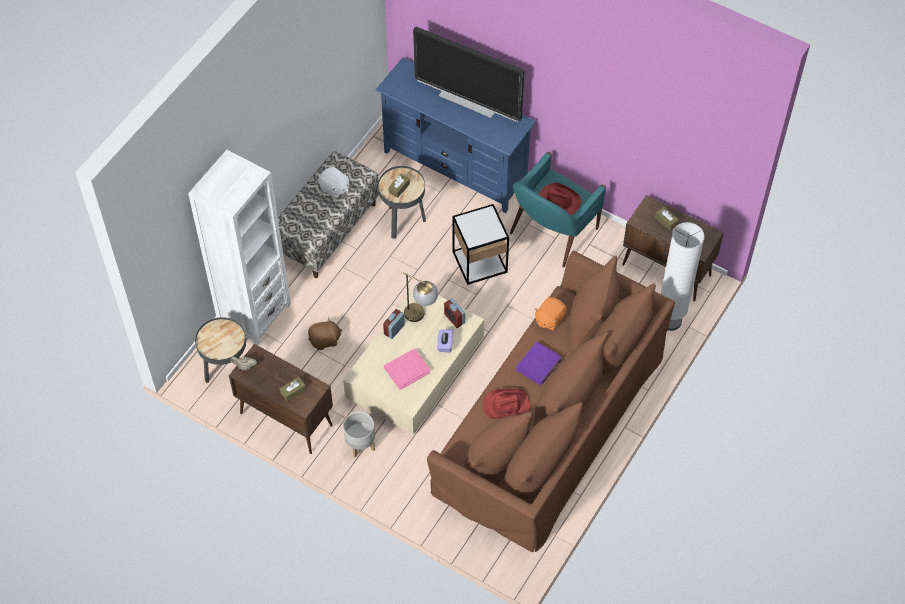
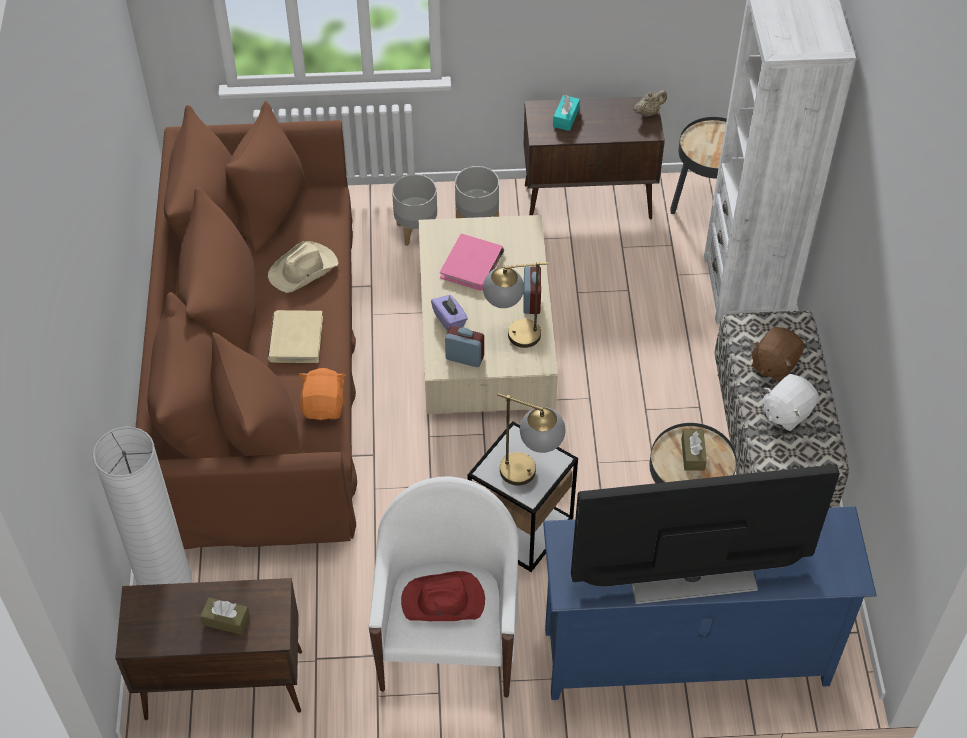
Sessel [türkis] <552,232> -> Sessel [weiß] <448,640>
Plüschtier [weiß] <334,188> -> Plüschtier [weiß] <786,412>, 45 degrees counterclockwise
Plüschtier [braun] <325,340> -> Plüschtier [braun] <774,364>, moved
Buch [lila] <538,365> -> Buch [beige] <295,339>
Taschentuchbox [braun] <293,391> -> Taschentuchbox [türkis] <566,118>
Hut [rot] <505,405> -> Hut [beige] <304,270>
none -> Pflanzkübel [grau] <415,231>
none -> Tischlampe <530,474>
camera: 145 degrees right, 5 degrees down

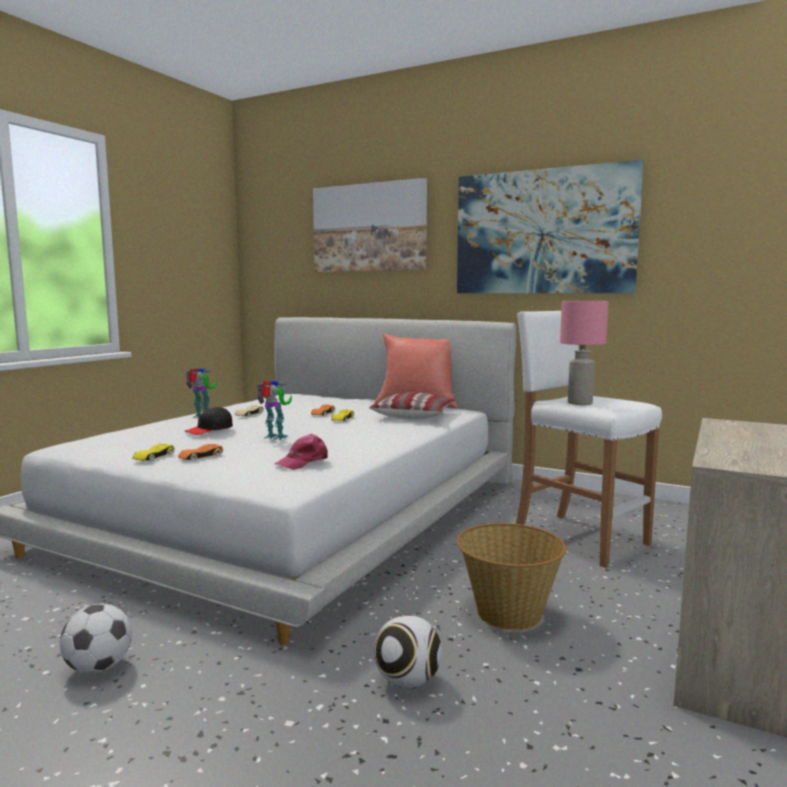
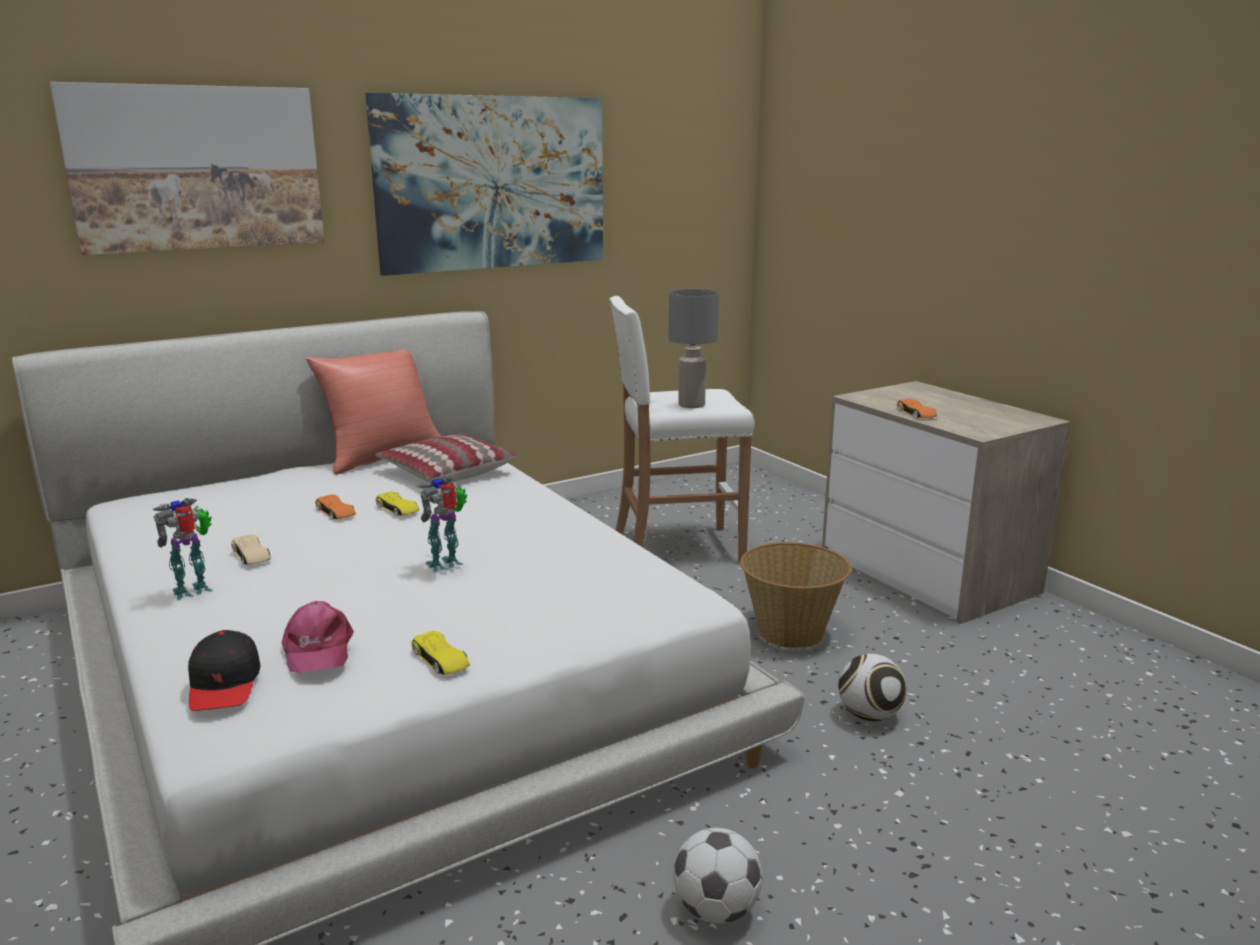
Tischlampe [rosa] <579,403> -> Tischlampe [grau] <691,405>
Kappe [schwarz] <209,430> -> Kappe [schwarz] <224,684>, moved
Kappe [rosa] <303,462> -> Kappe [rosa] <317,649>, moved
Spielzeugauto [orange] <200,456> -> Spielzeugauto [orange] <916,413>, moved
camera: 60 degrees left, 10 degrees up

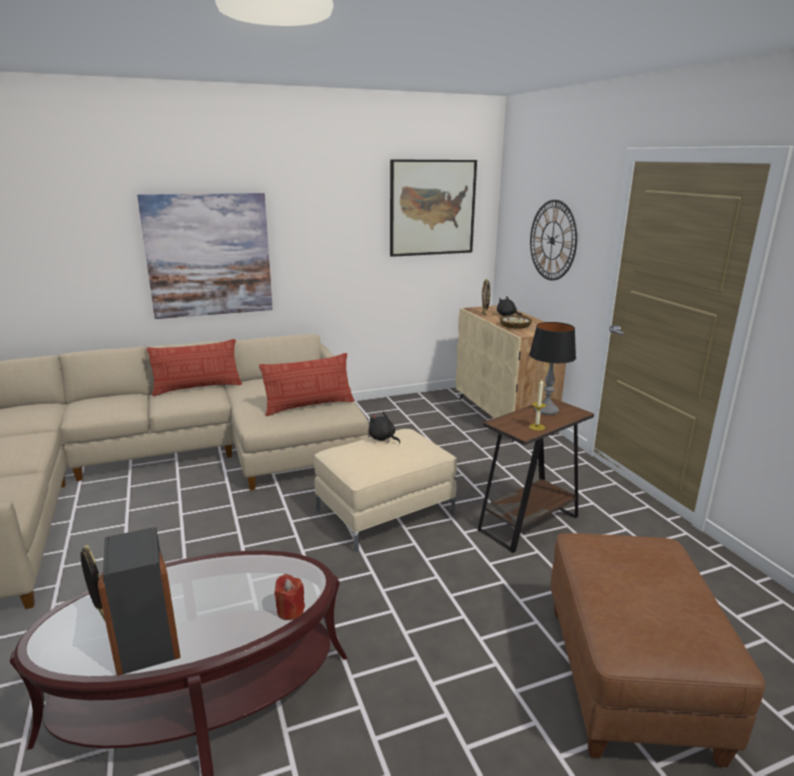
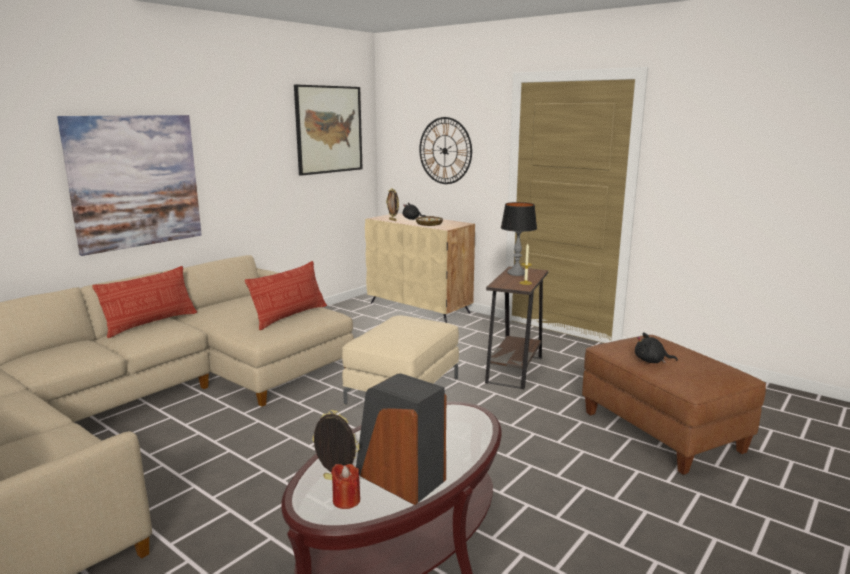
Plüschtier [schwarz] <383,438> -> Plüschtier [schwarz] <651,361>, moved
Kerze [rot] <290,610> -> Kerze [rot] <346,500>, moved
camera: 30 degrees left, 5 degrees down

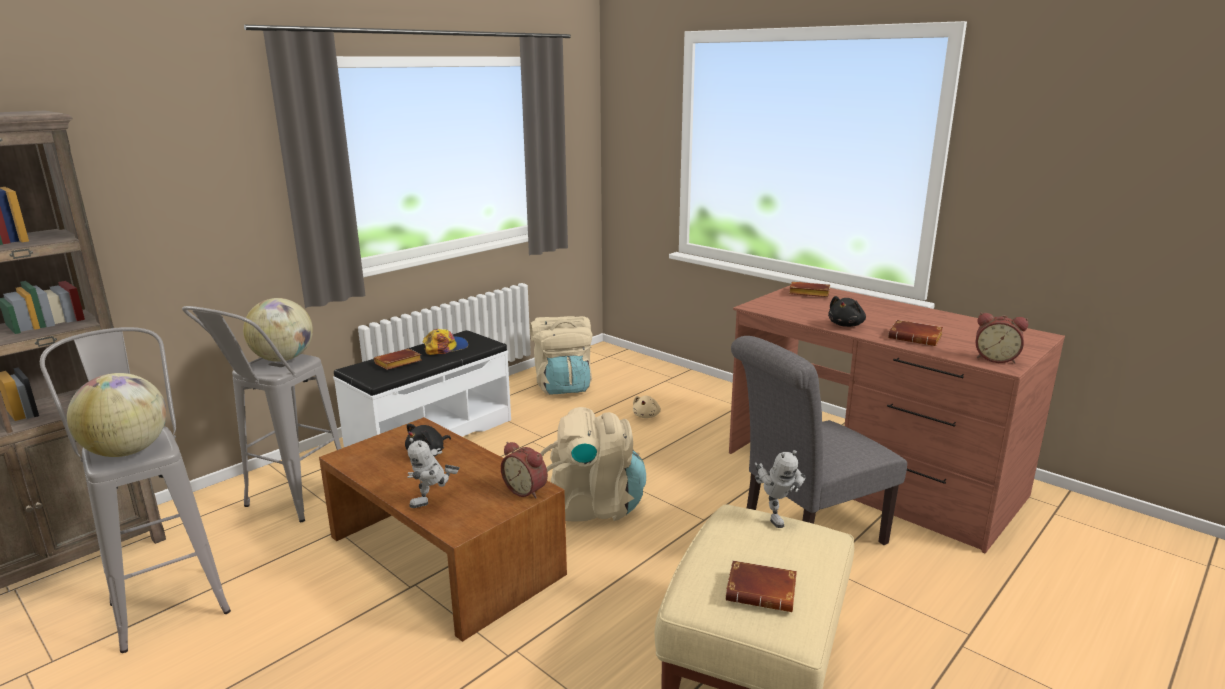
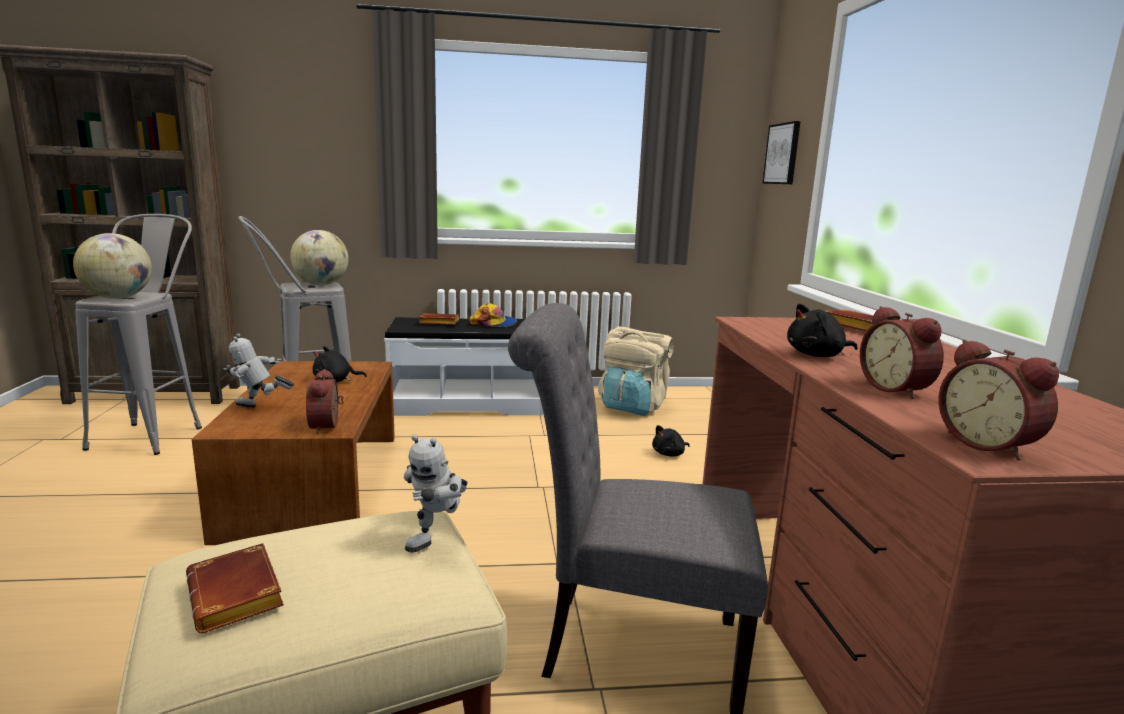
Buch [braun] <916,338> -> Wecker <897,389>
Plüschtier [beige] <646,416> -> Plüschtier [schwarz] <669,454>
Rucksack [beige] <592,507> -> none
none -> Bild <782,154>
camera: 40 degrees right, 5 degrees down

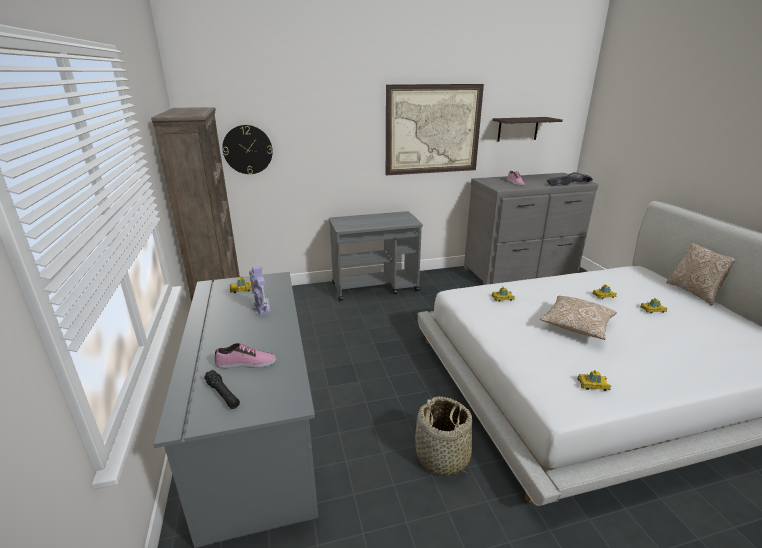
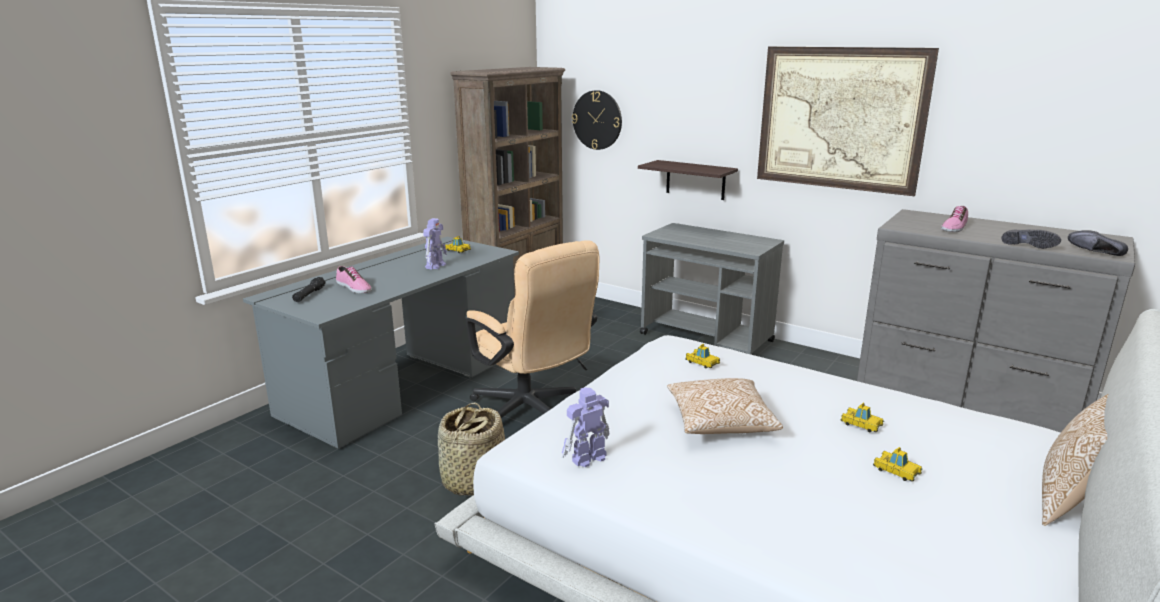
Wandregal <518,129> -> Wandregal <695,180>, moved
Spielzeugauto <593,385> -> Spielzeugroboter <587,458>
none -> Bürostuhl [beige] <532,412>
camera: 50 degrees right, 5 degrees down

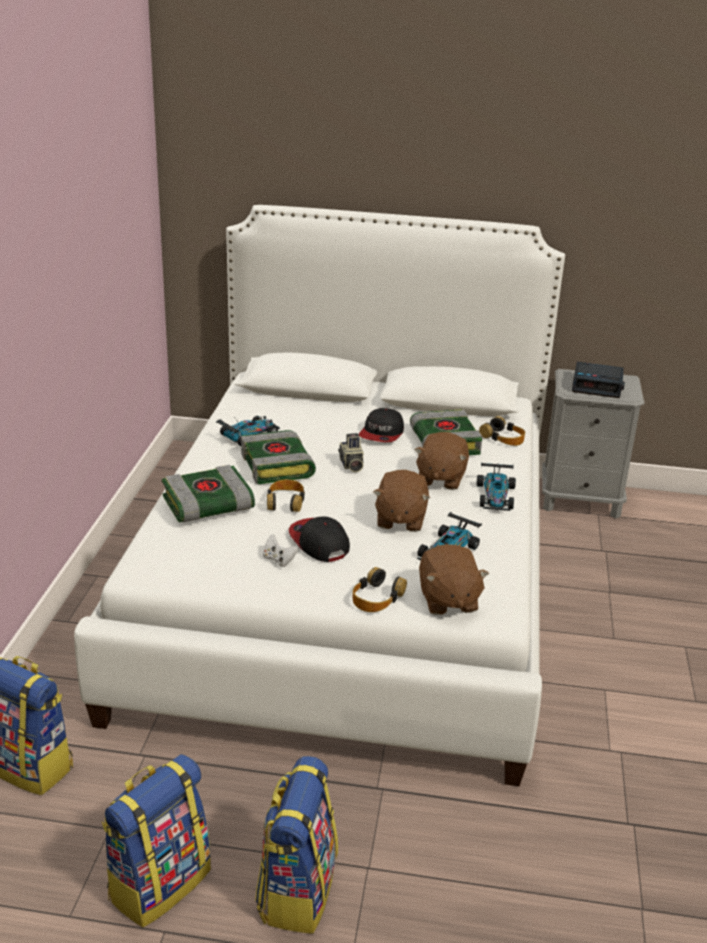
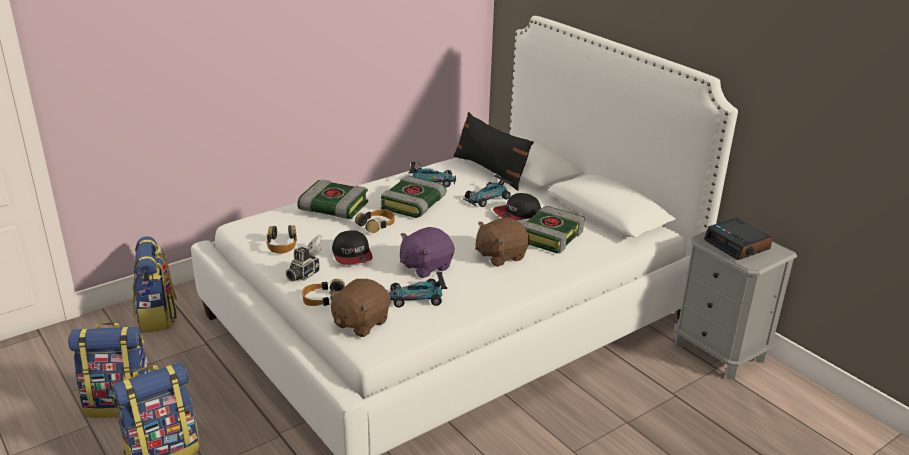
Kopfhörer <503,438> -> Kopfhörer <282,244>, moved
Kamera <351,465> -> Kamera <302,275>, moved
Spielzeugauto <496,496> -> Spielzeugauto <487,198>, moved
Plüschtier [braun] <400,519> -> Plüschtier [lila] <425,266>
Kappe <319,542> -> Kappe <352,255>, 150 degrees clockwise
none -> Kissen [schwarz] <491,170>
camera: 45 degrees right, 0 degrees up

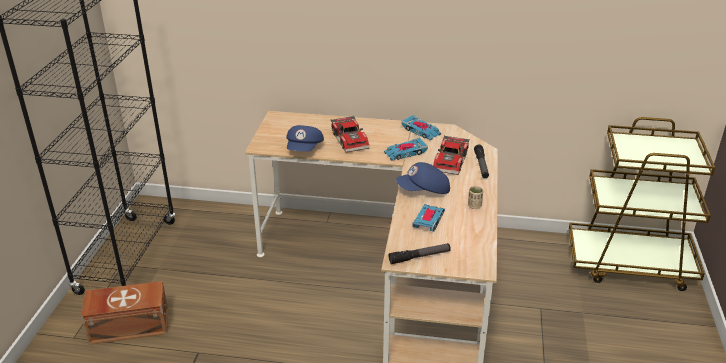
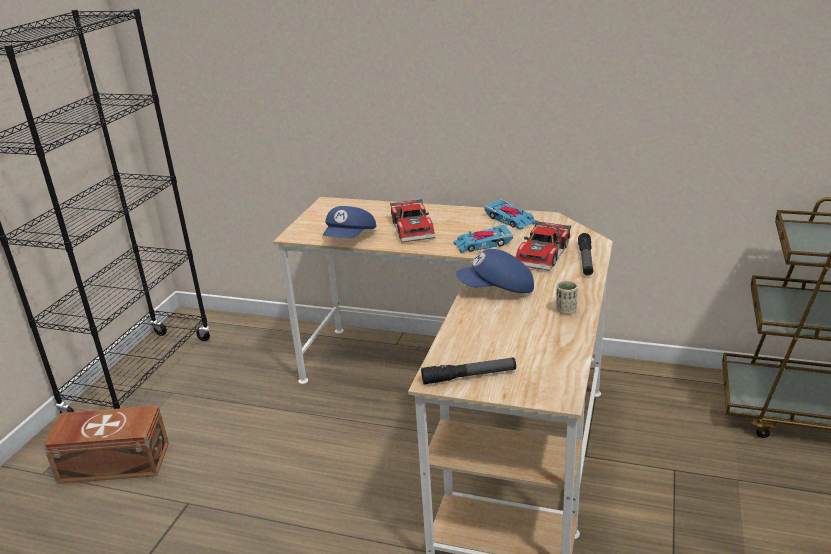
Spielzeugauto <428,220> -> none
camera: 10 degrees right, 5 degrees down

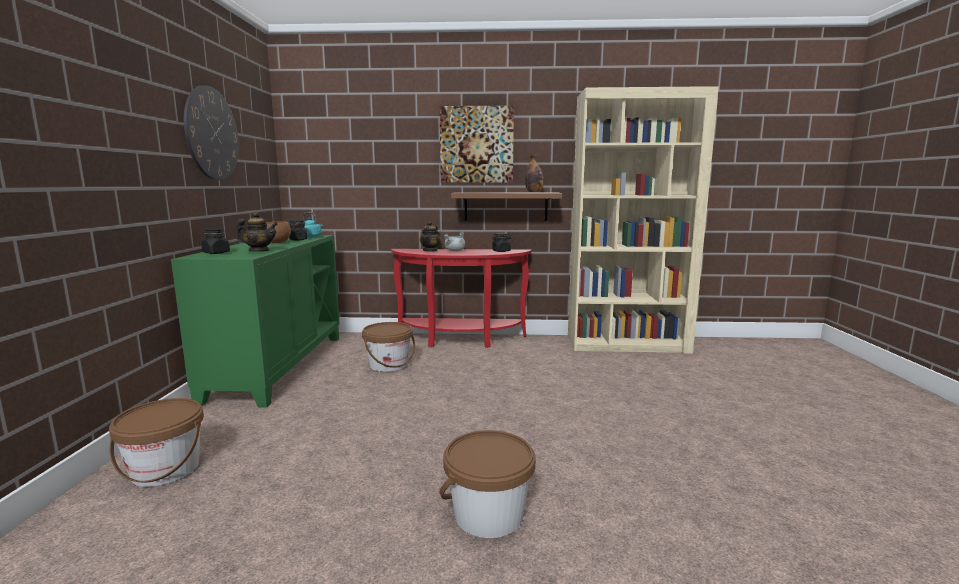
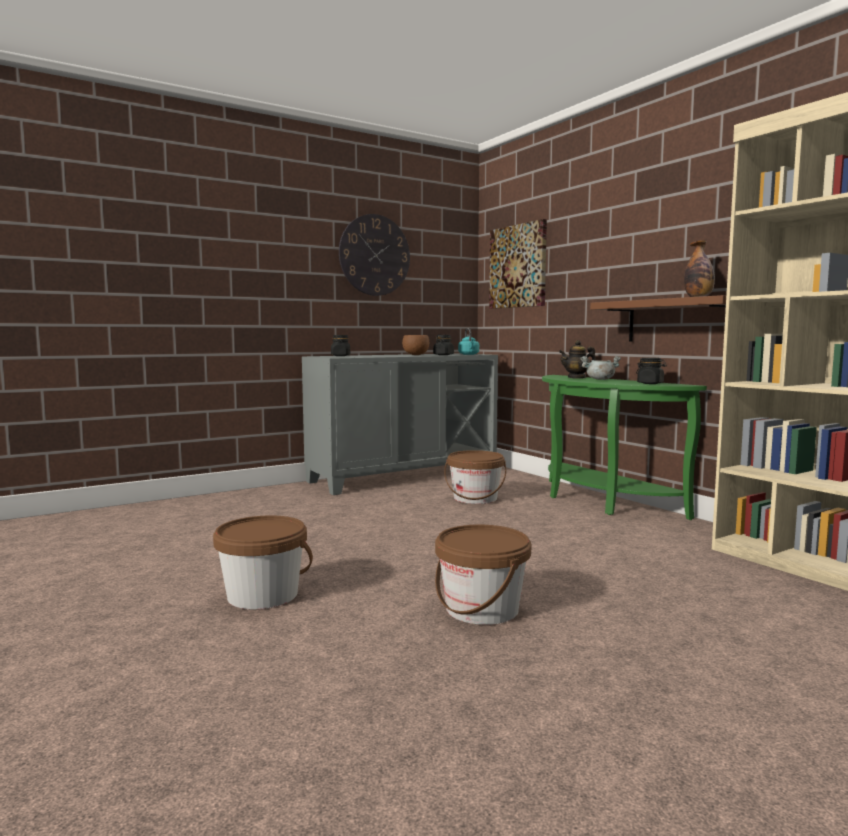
Bild <476,145> -> Bild <518,266>, moved
Teekanne <259,251> -> none
Schrank [grün] <278,366> -> Schrank [grau] <403,476>
Konsolentisch [rot] <460,340> -> Konsolentisch [grün] <598,501>
Eimer [braun] <165,470> -> Eimer [braun] <482,609>, moved
camera: 55 degrees right, 5 degrees down

